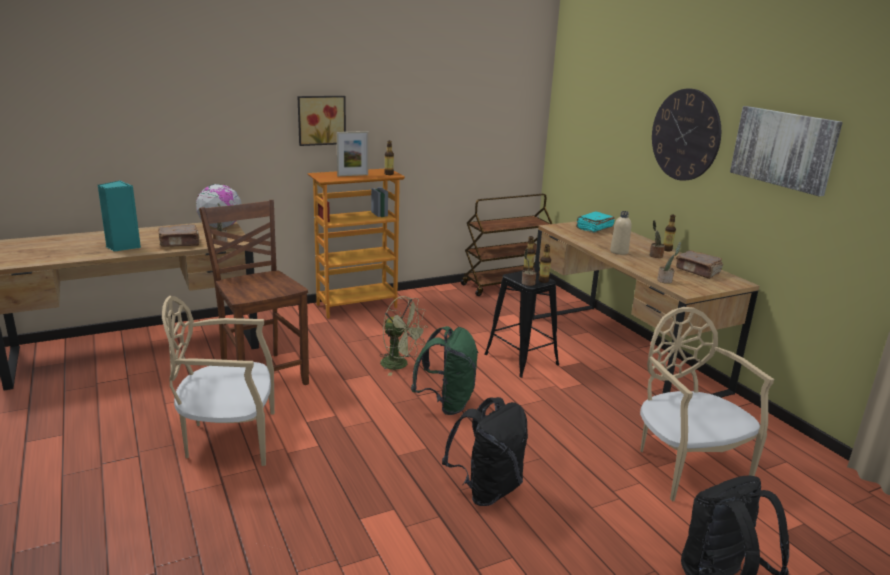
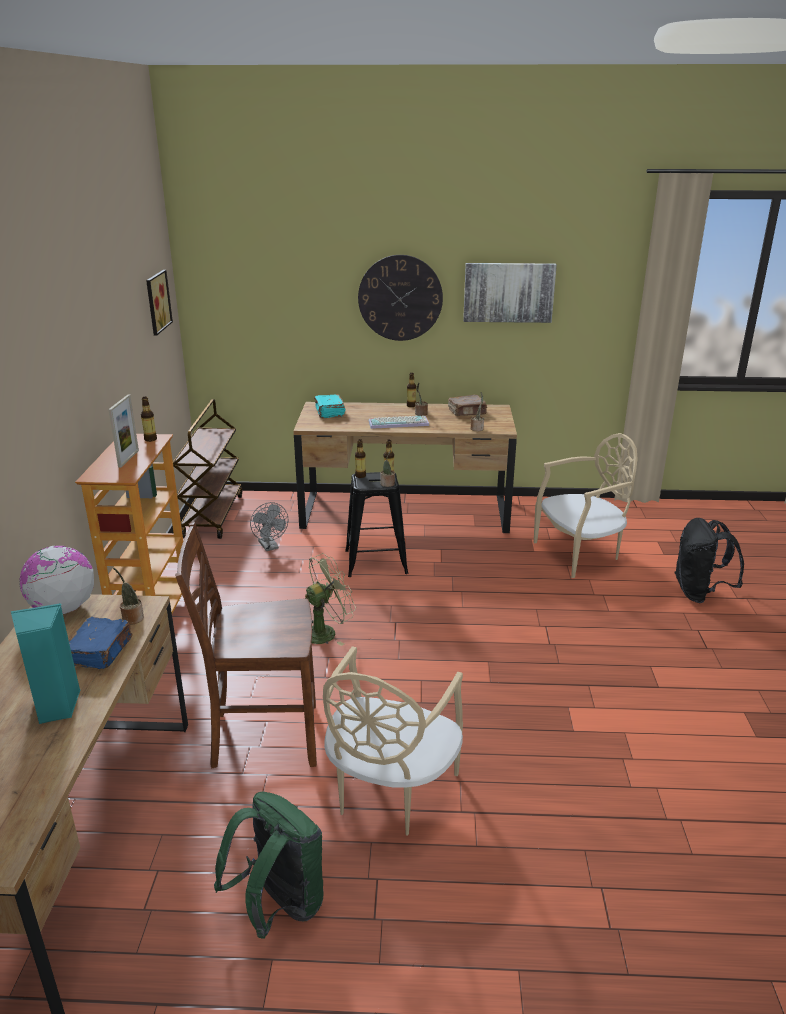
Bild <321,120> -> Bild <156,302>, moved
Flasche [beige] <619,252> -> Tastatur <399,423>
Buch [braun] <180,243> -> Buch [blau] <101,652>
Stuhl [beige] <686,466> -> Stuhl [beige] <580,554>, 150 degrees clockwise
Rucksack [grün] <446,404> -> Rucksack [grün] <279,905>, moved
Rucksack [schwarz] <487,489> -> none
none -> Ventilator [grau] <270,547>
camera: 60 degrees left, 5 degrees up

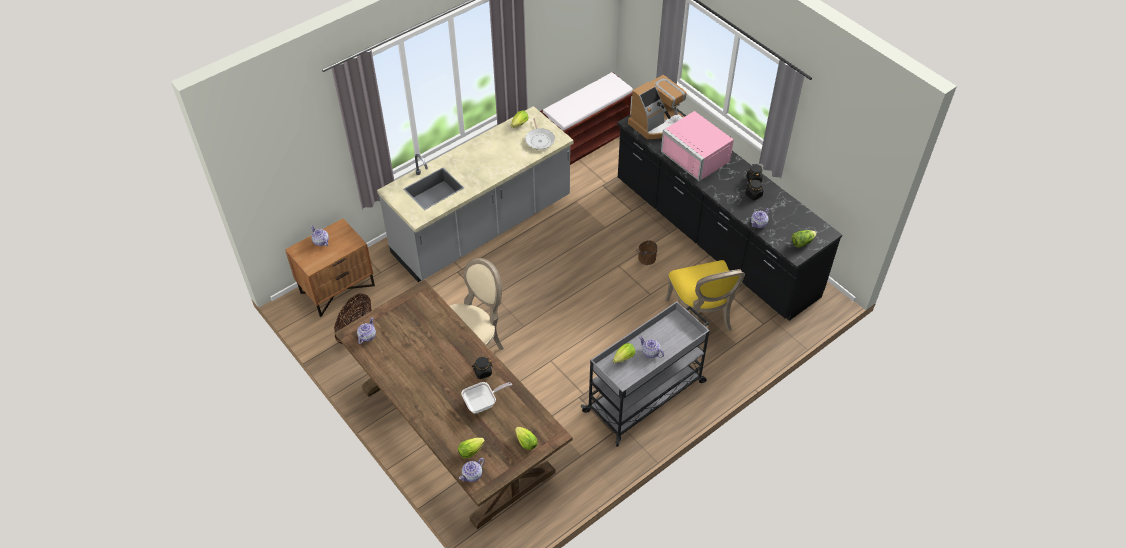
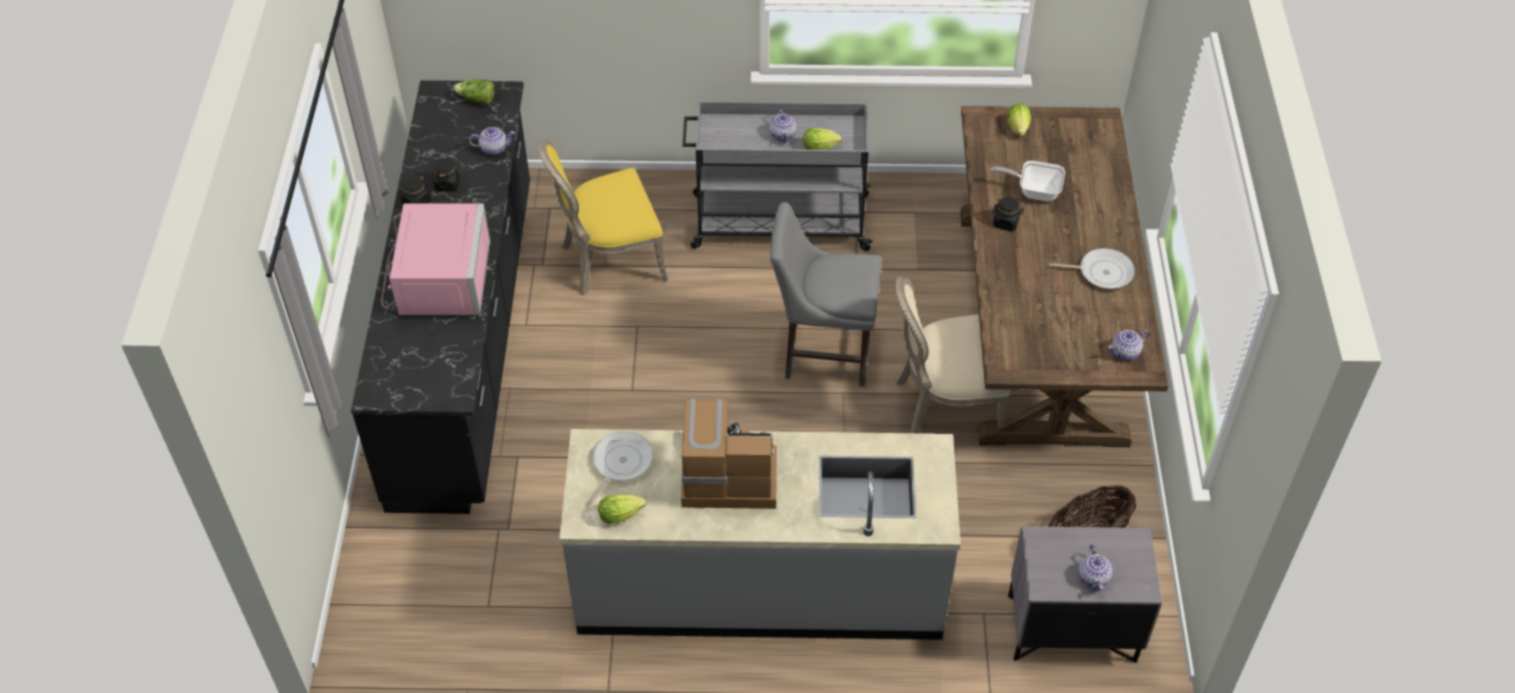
Bank [braun] <587,143> -> none
Kaffeemaschine <658,124> -> Kaffeemaschine <727,473>, moved
Nachttisch [braun] <337,288> -> Nachttisch [grau] <1071,630>
Eimer [braun] <645,260> -> none
Stuhl [gelb] <702,316> -> Stuhl [gelb] <608,260>, 135 degrees counterclockwise
Salatkopf <472,450> -> none
Teekanne <472,475> -> none
none -> Stuhl [grau] <822,352>
none -> Pfanne <1102,272>
camera: 140 degrees left, 0 degrees up

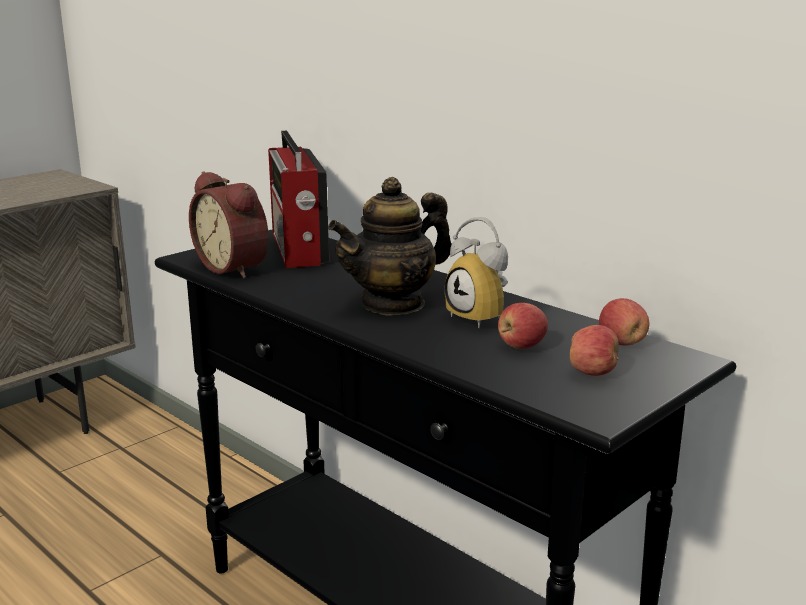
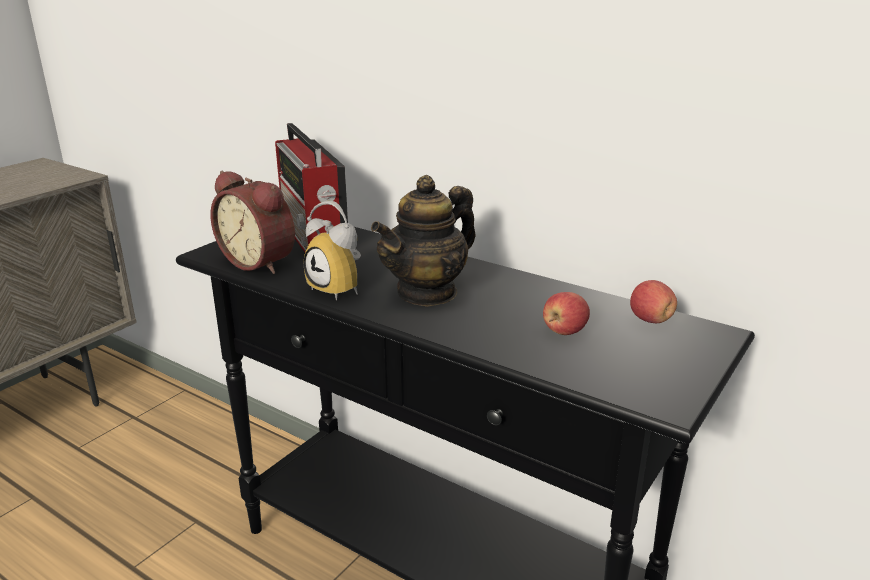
Wecker <483,317> -> Wecker <341,289>, moved
Apfel <592,372> -> none
camera: 10 degrees left, 5 degrees up

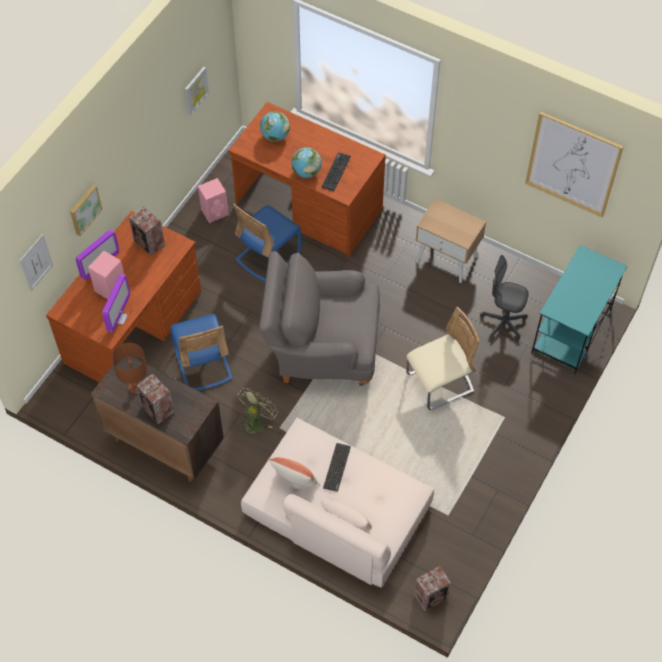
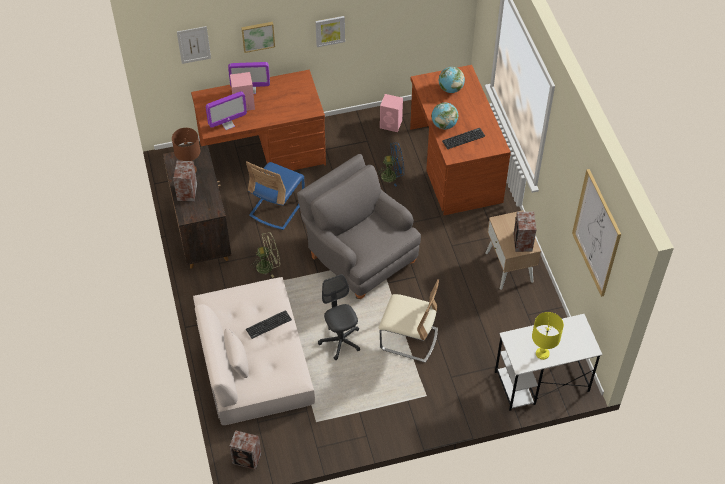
Bild <195,90> -> Bild <330,30>, moved
Stuhl [blau] <268,256> -> Ventilator [blau] <392,175>
Lautsprecher <149,243> -> Lautsprecher <522,243>, moved
Schreibtisch [türkis] <571,331> -> Schreibtisch [weiß] <541,382>
Bürostuhl [grau] <503,323> -> Bürostuhl [grau] <340,341>, moved
Kissen <295,480> -> none
none -> Tischlampe [gelb] <542,353>
camera: 45 degrees right, 5 degrees down

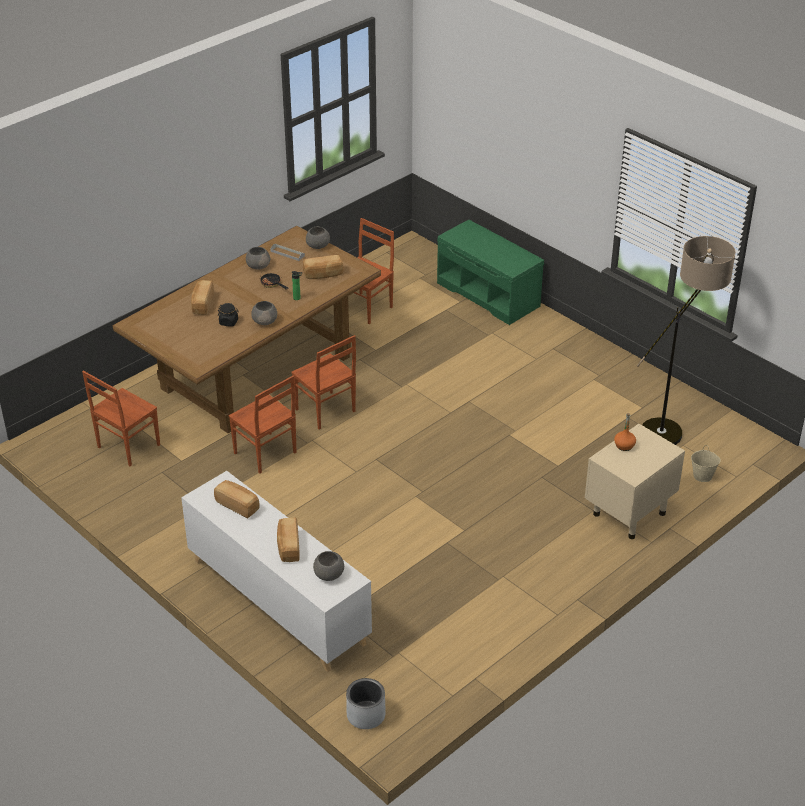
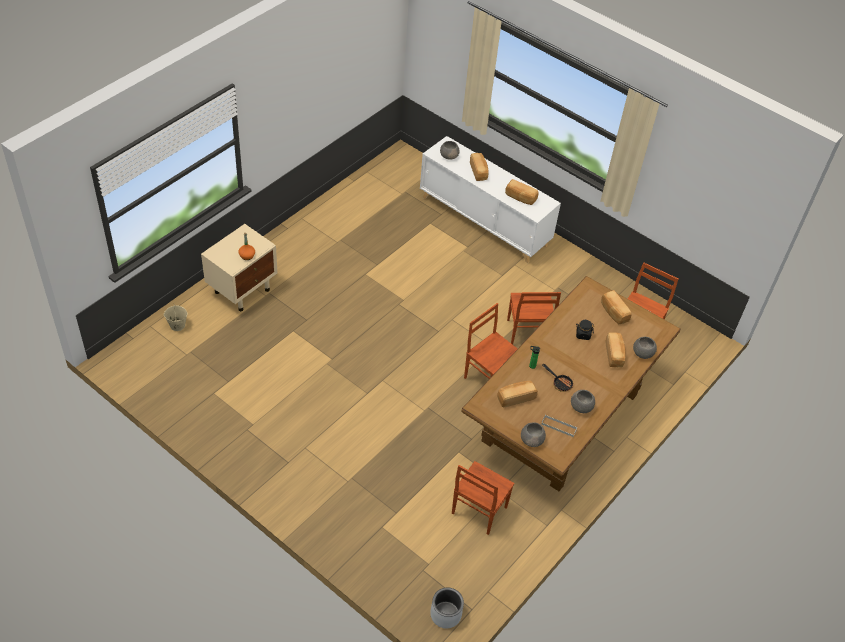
Bank [grün] <489,294> -> none
Stehlampe <673,427> -> none
Schüssel [grau] <265,321> -> Schüssel [grau] <642,353>, moved
Stuhl [braun] <265,454> -> Stuhl [braun] <526,332>, 135 degrees counterclockwise
Pflanzkübel [grau] <365,715> -> Pflanzkübel [grau] <446,614>, moved
none -> Brot <614,312>
camera: 170 degrees right, 10 degrees up

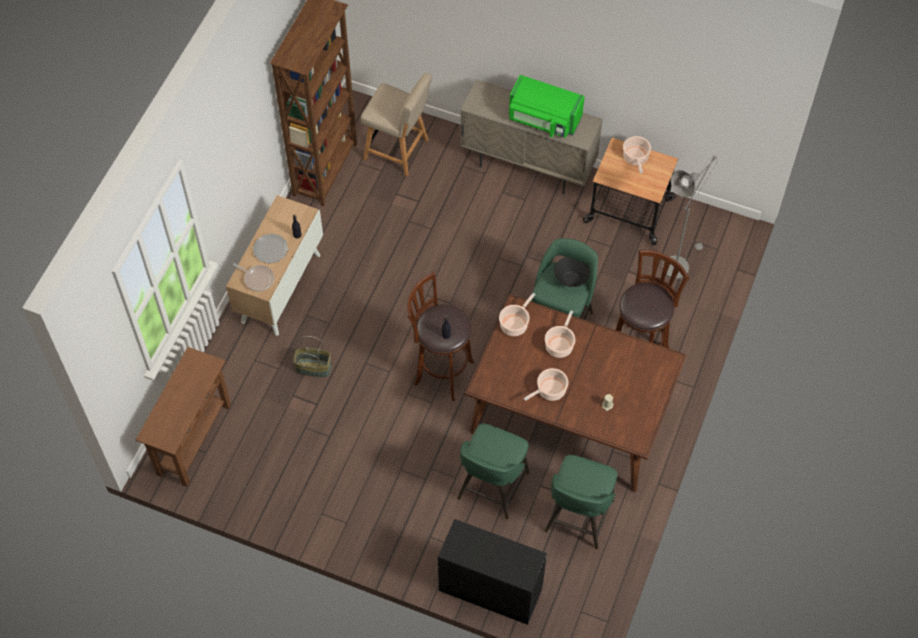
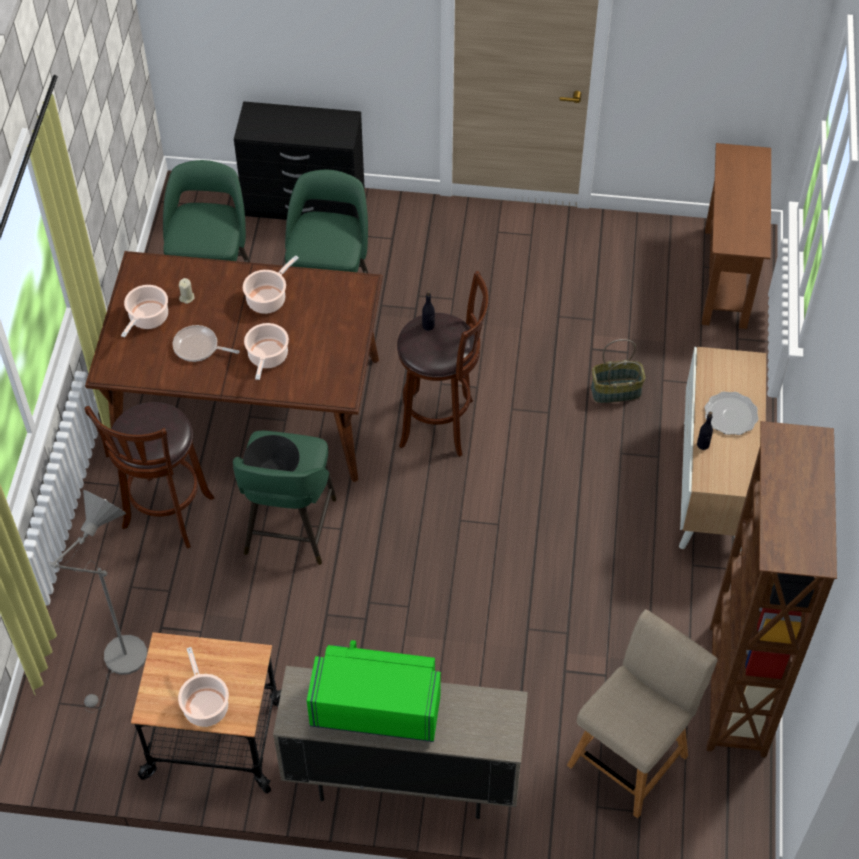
Stuhl [beige] <399,151> -> Stuhl [beige] <631,756>, 120 degrees clockwise
Pfanne <257,279> -> Pfanne <198,347>, moved
Kochtopf <515,324> -> Kochtopf <147,318>, moved
camera: 165 degrees right, 5 degrees down

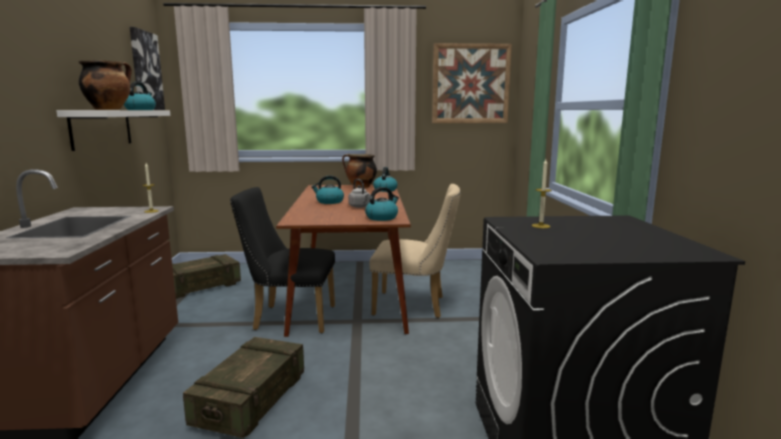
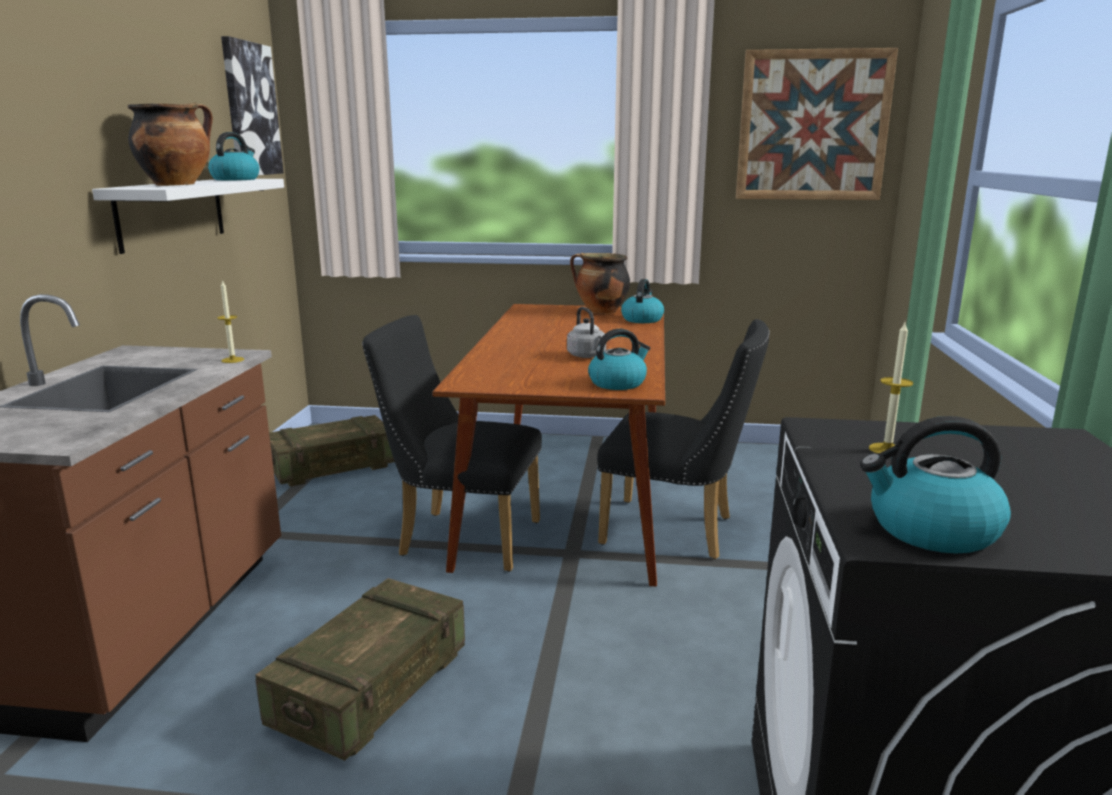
Wasserkessel <329,202> -> Wasserkessel <931,530>, moved
Stuhl [beige] <415,306> -> Stuhl [schwarz] <678,532>
camera: 10 degrees right, 5 degrees up

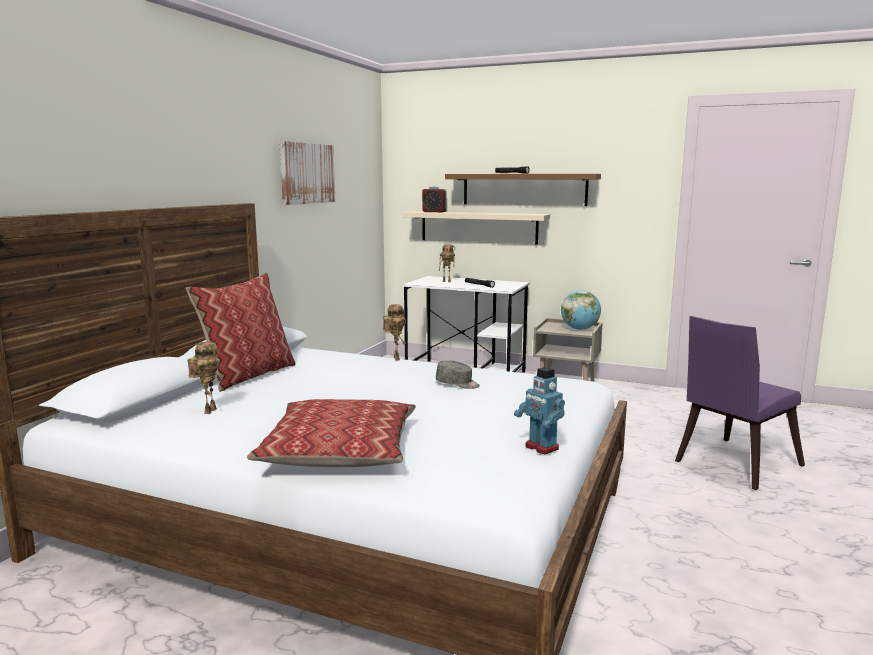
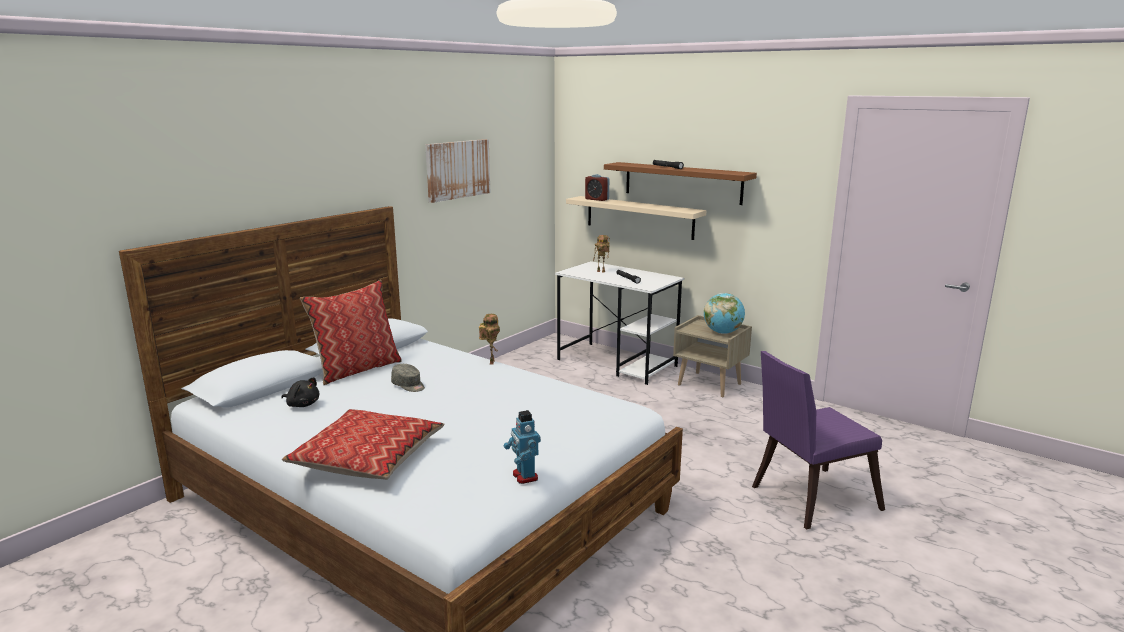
Spielzeugroboter <209,411> -> Plüschtier [schwarz] <302,404>
Kappe [grau] <457,384> -> Kappe [grau] <408,385>, moved
camera: 15 degrees right, 5 degrees up

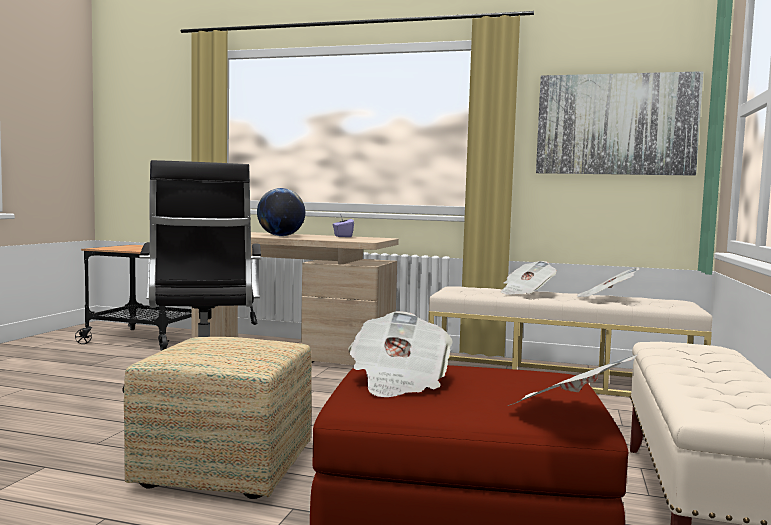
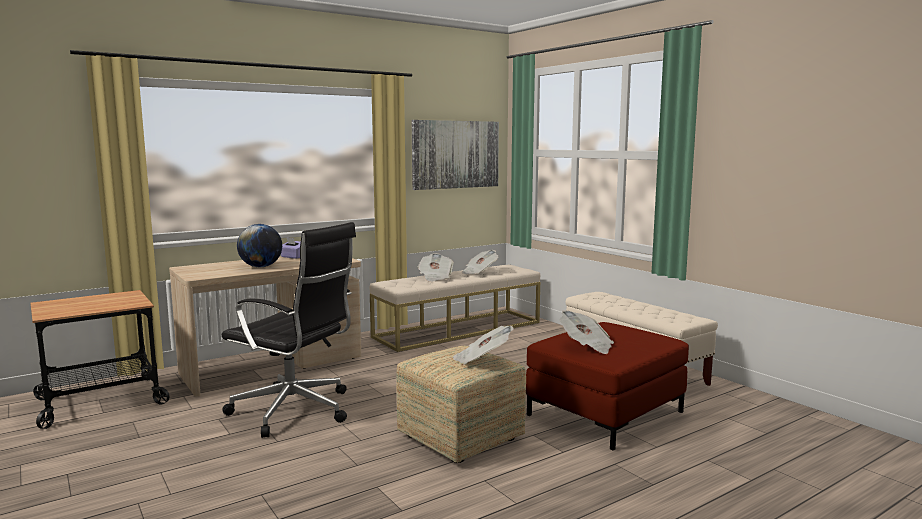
Zeitung <567,414> -> Zeitung <482,360>, moved
camera: 50 degrees left, 5 degrees up

